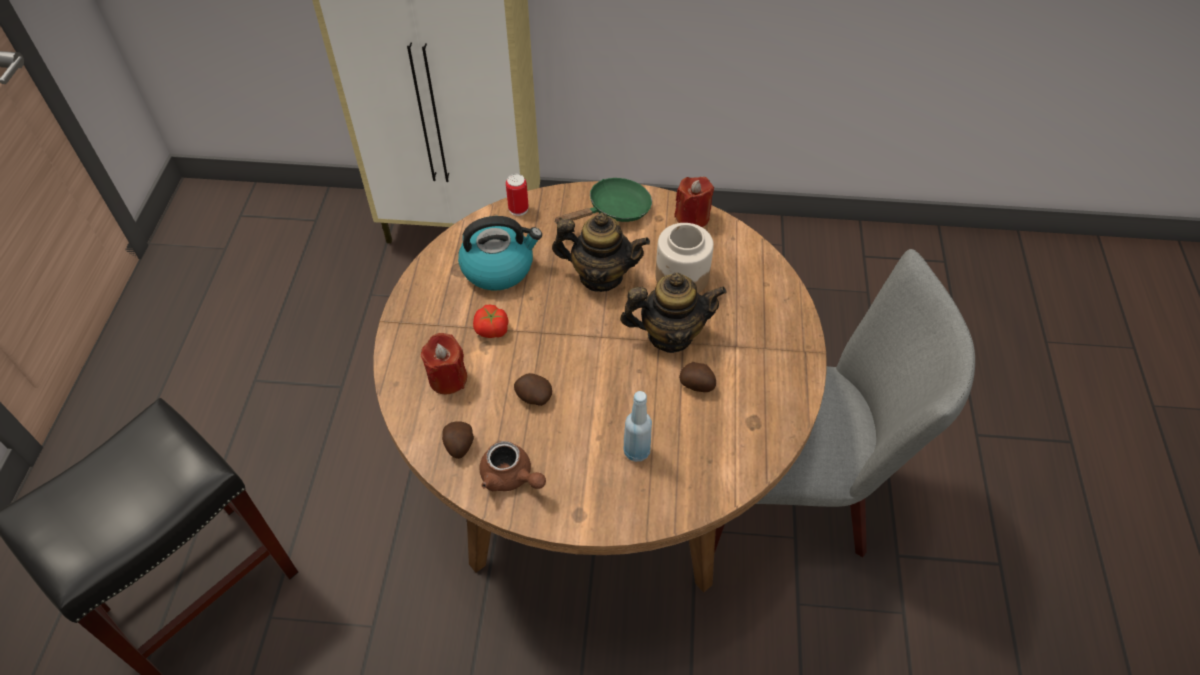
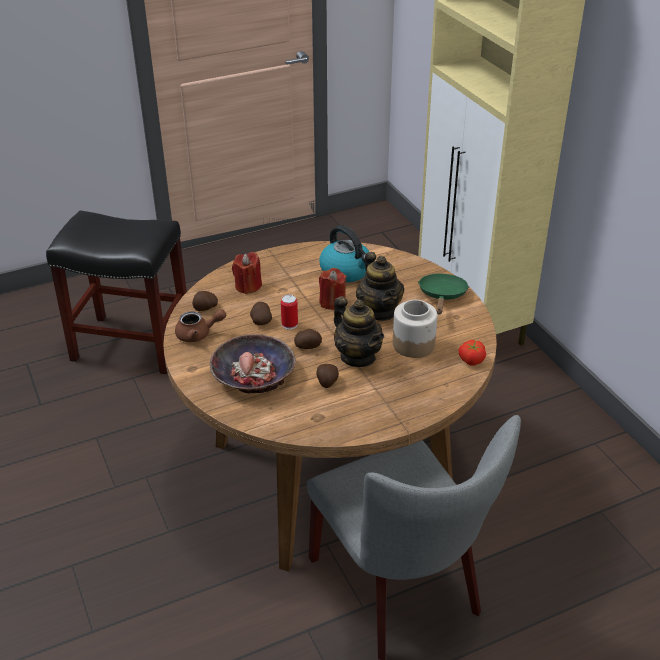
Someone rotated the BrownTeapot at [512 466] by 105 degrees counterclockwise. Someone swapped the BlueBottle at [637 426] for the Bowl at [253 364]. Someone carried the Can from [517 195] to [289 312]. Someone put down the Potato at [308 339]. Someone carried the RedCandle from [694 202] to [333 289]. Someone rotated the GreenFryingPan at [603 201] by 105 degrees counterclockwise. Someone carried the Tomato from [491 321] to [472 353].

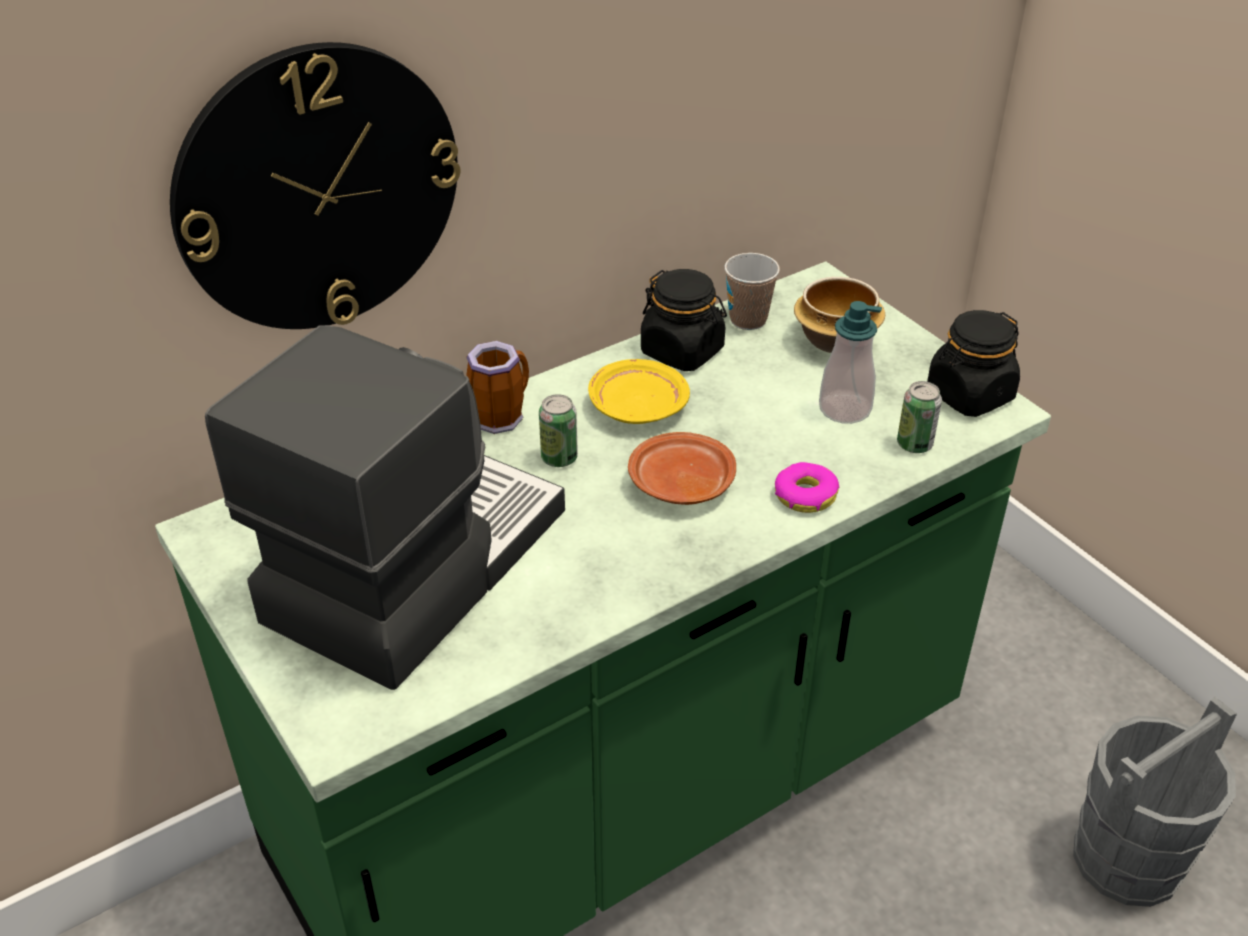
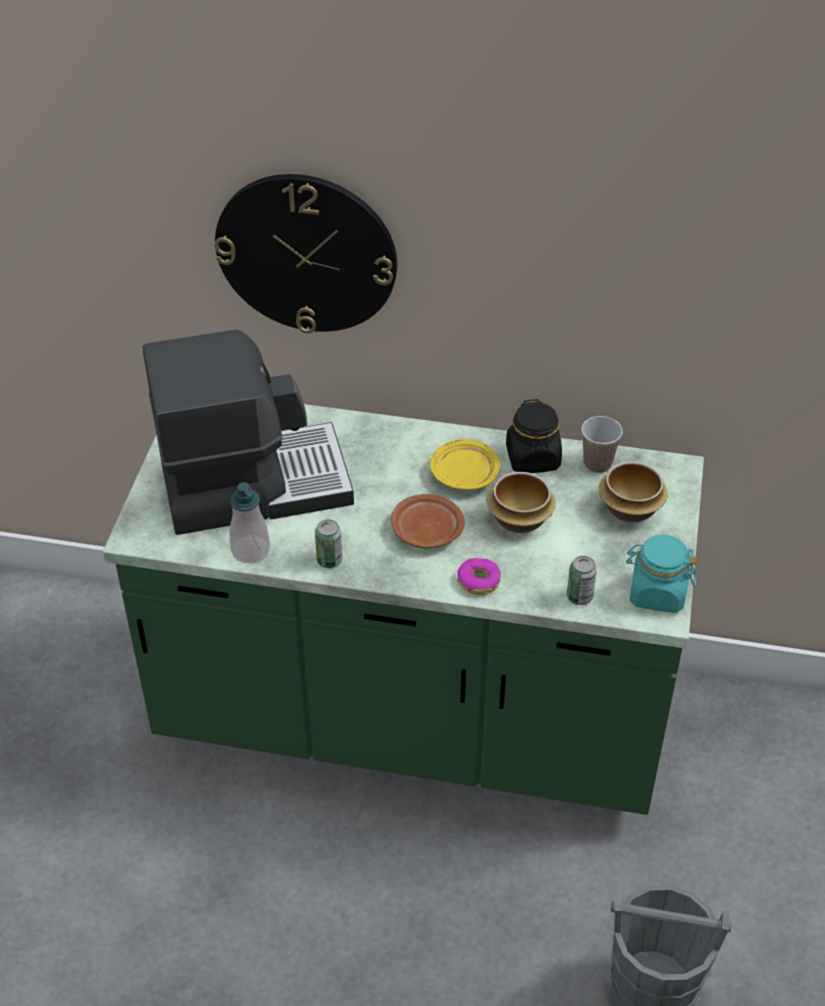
Someone carried the SoapDispenser from [850 362] to [249 522]. Someone carried the Can from [558 430] to [329 543]. Someone put down the Bowl at [521 502]. Someone repainted the BlackJar at [973 363], which became the TurquoiseJar at [661 574]. Someone took away the Mug at [497 387].

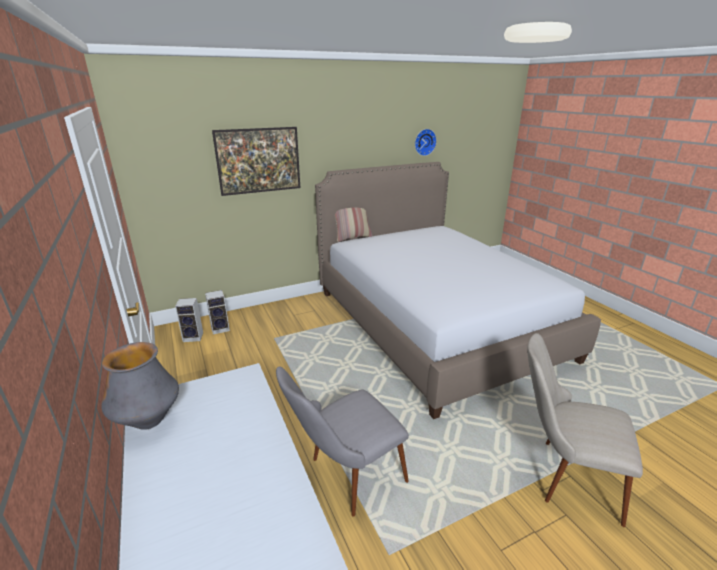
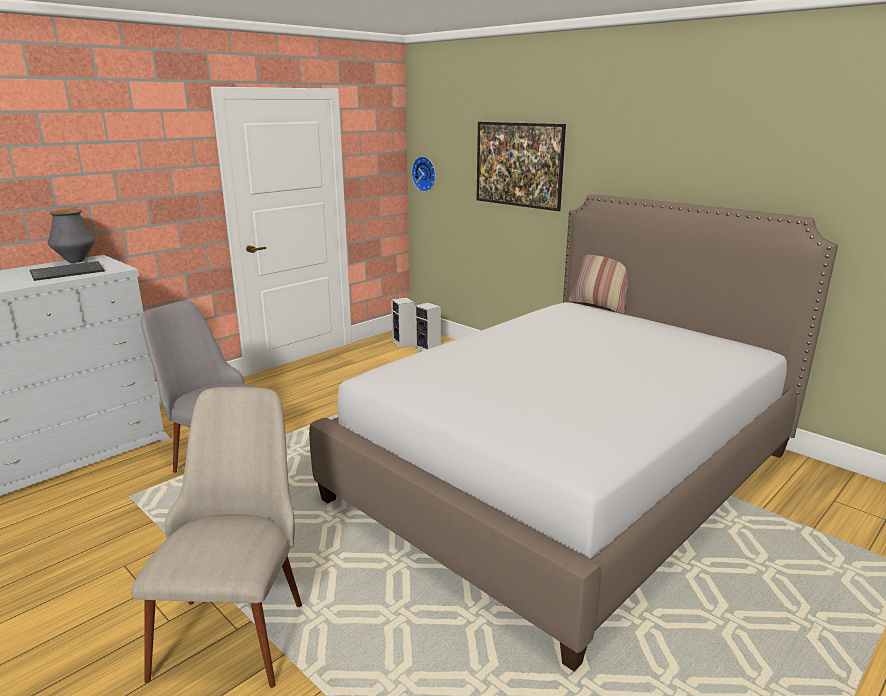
Someone put down the Keyboard at [67 271]. Someone carried the WallClock from [426 142] to [423 174].

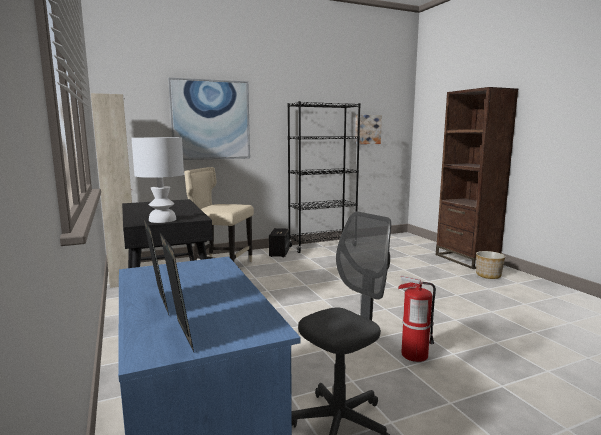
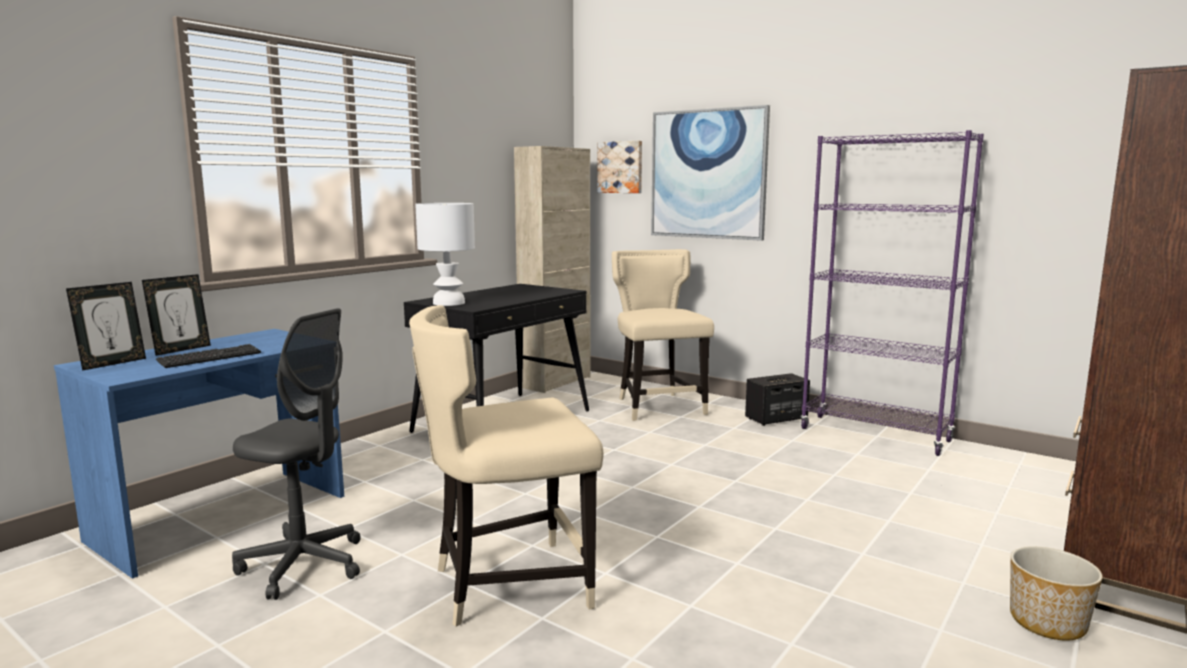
Someone put down the Keyboard at [208 356]. Someone swapped the FireExtinguisher at [417 318] for the BeigeChair at [506 466]. Someone carried the Picture from [368 129] to [619 167]. Someone repainted the BlackBookcase at [324 177], which became the PurpleBookcase at [892 293].

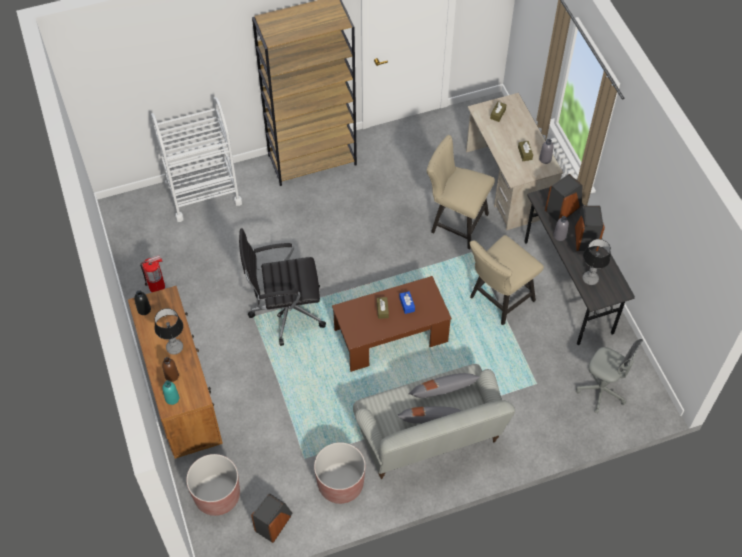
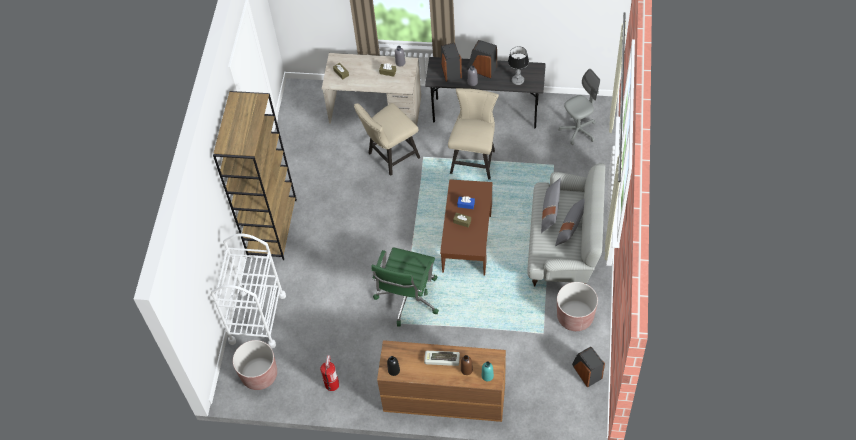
Someone carried the BrownPlanter from [213 485] to [255 365]. Someone repainted the BlackOfficeChair at [282 287], which became the GreenOfficeChair at [405 287]. Someone swapped the TableLamp at [168 331] for the Keyboard at [442 358]. Someone rotated the BeigeChair at [506 280] by 150 degrees counterclockwise.

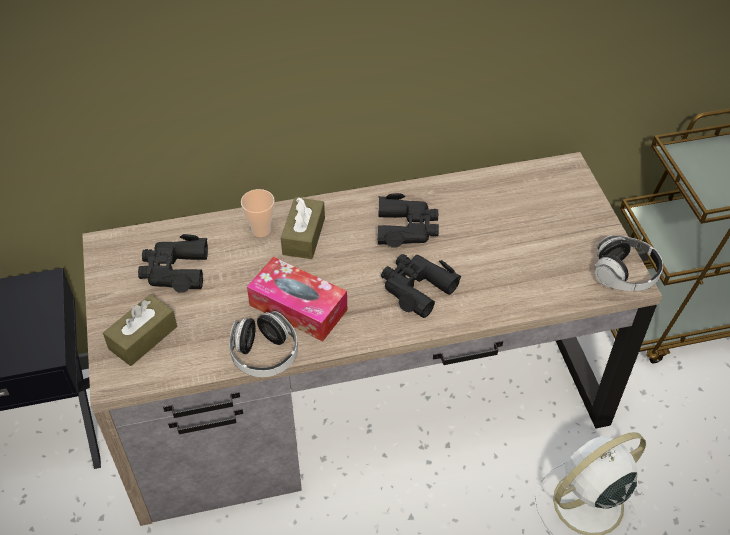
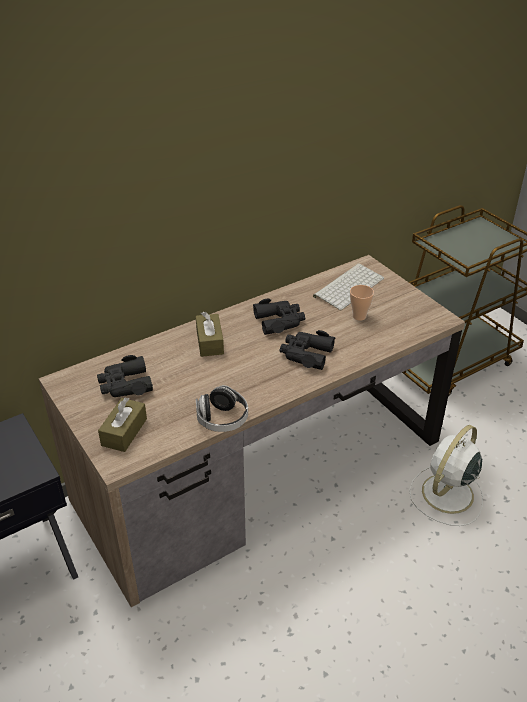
Someone put down the Keyboard at [348 286]. Someone carried the Cup from [258 213] to [362 303]. Someone took away the TissueBox at [297 299]. Someone took away the Headphones at [629 263].

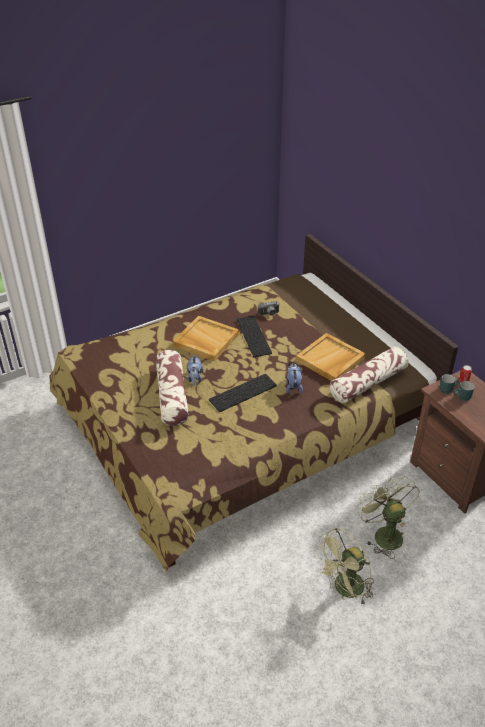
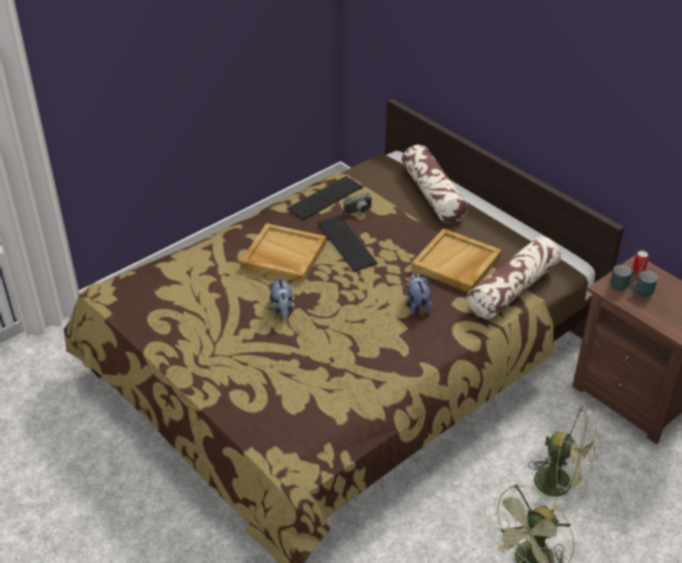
Someone carried the Keyboard from [243 393] to [324 198]. Someone carried the Pillow from [172 388] to [435 184]. Someone rotated the GreenFan at [388 517] by 150 degrees clockwise.

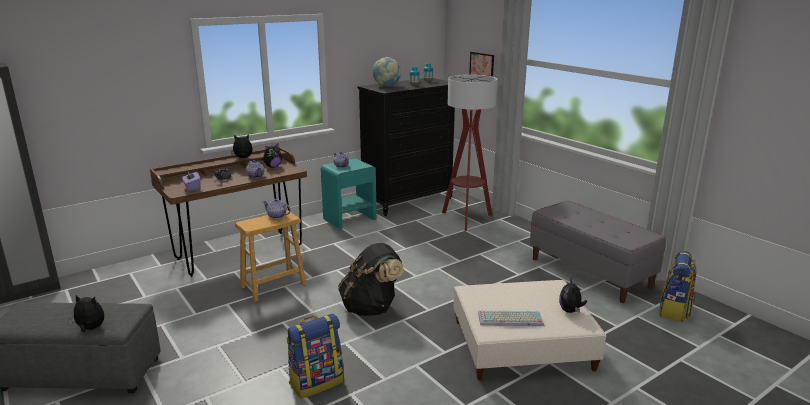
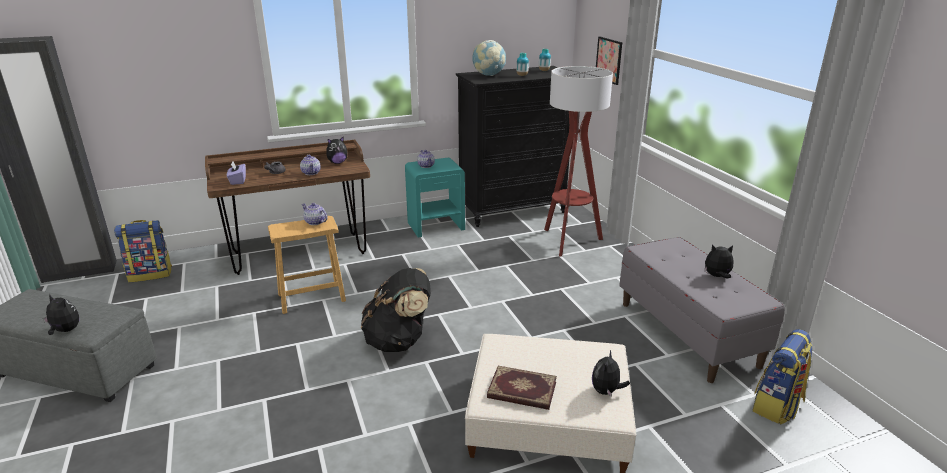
Someone carried the Backpack from [315 356] to [143 251]. Someone swapped the Keyboard at [511 318] for the Book at [522 388]. Someone carried the PlushToy from [242 146] to [719 262].

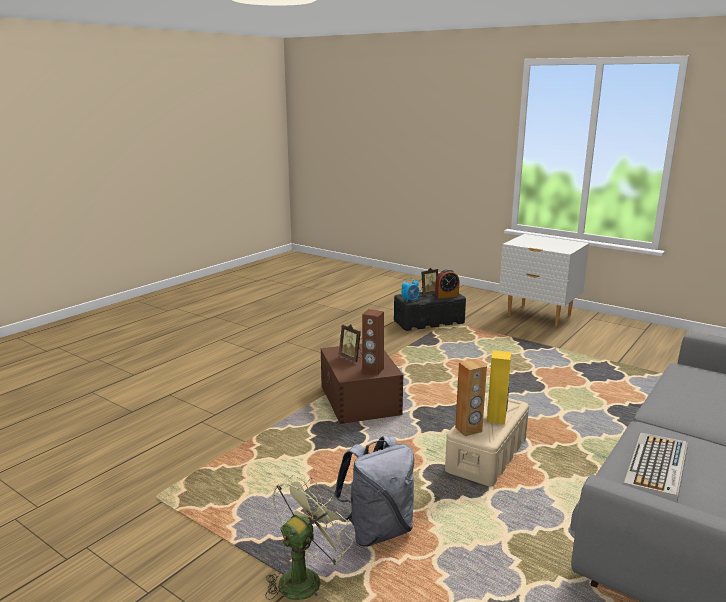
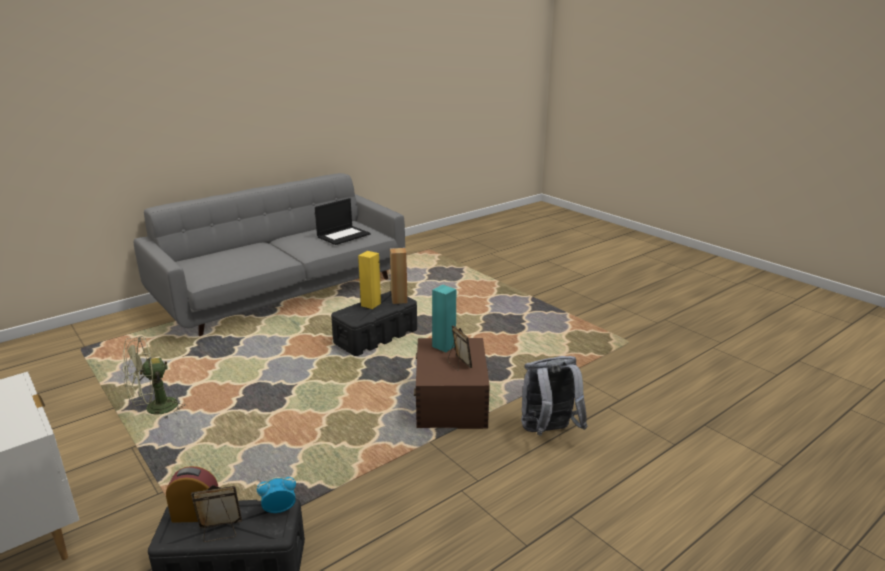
Someone carried the GreenFan from [309 537] to [154 378]. Someone swapped the Keyboard at [655 468] for the Laptop at [343 221]. Someone repainted the BeigeStorageBox at [487 439], which became the BlackStorageBox at [374 323]. Someone repainted the BrownSpeaker at [373 342], which became the TurquoiseSpeaker at [444 318]. Someone carried the GreyBackpack from [374 491] to [554 396].

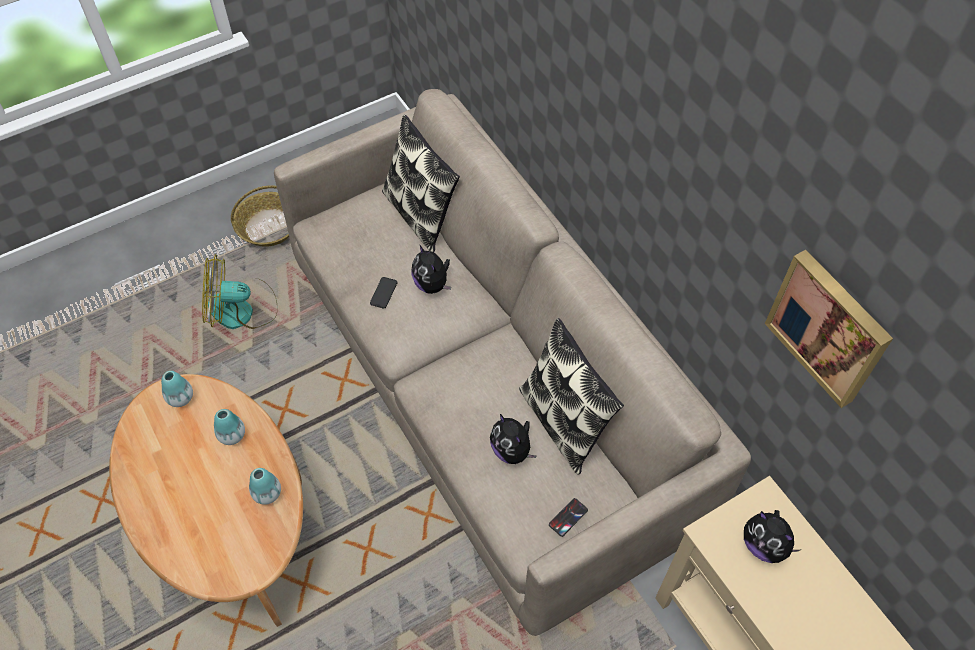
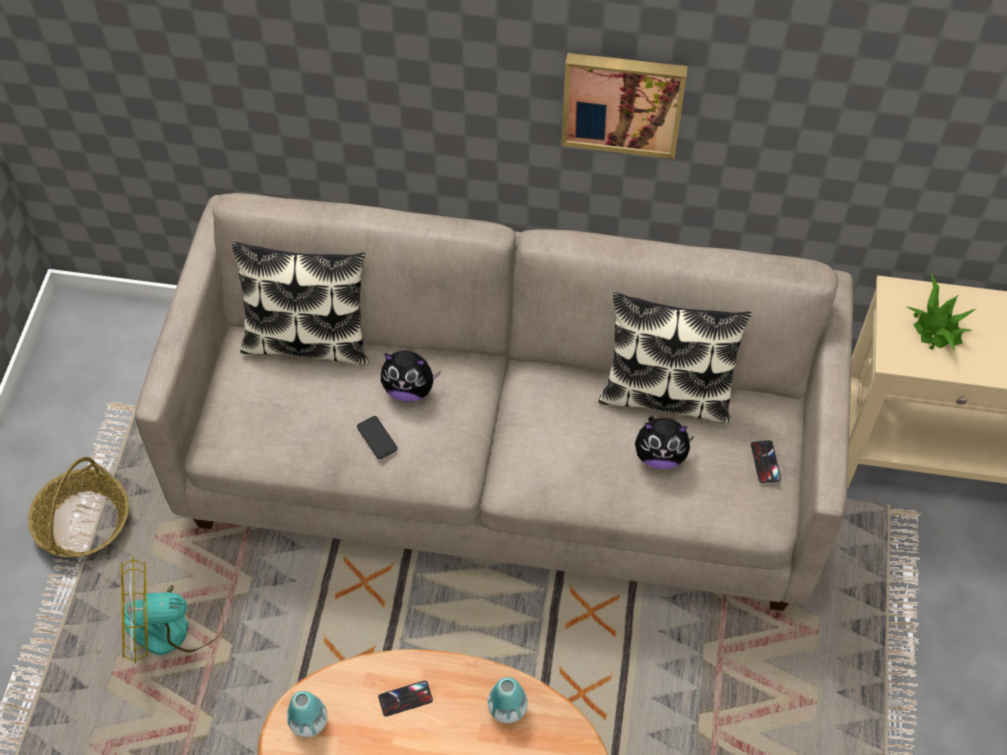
Someone rotated the Fan at [239 291] by 45 degrees clockwise. Someone swapped the Vase at [229 427] for the Phone at [405 698]. Someone carried the Picture from [829 329] to [624 106]. Someone swapped the PlushToy at [772 536] for the PottedPlant at [941 311].

